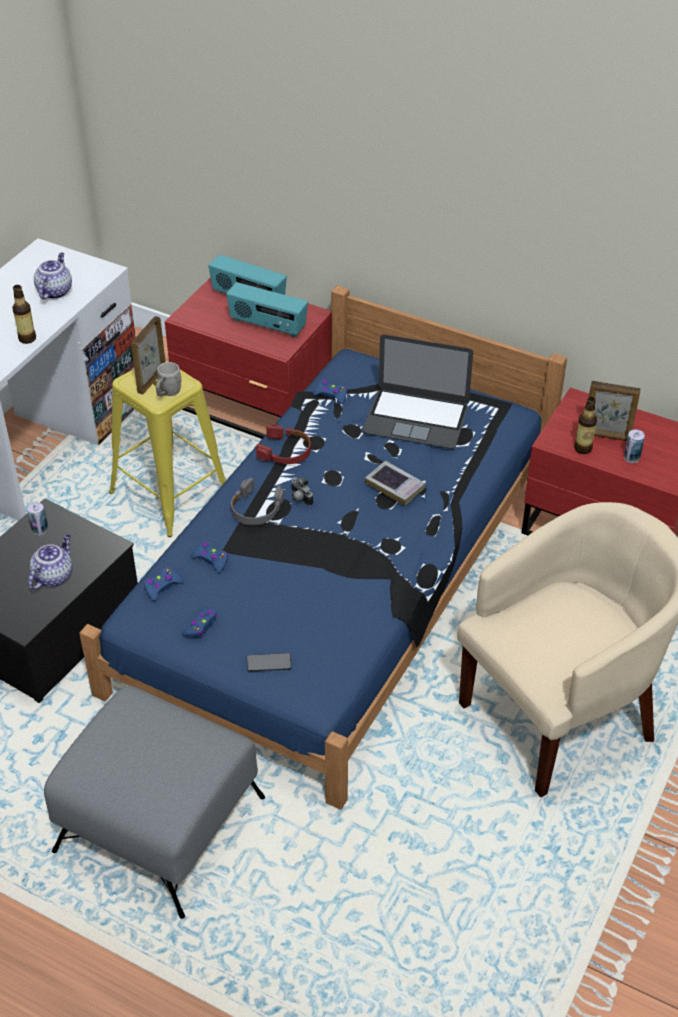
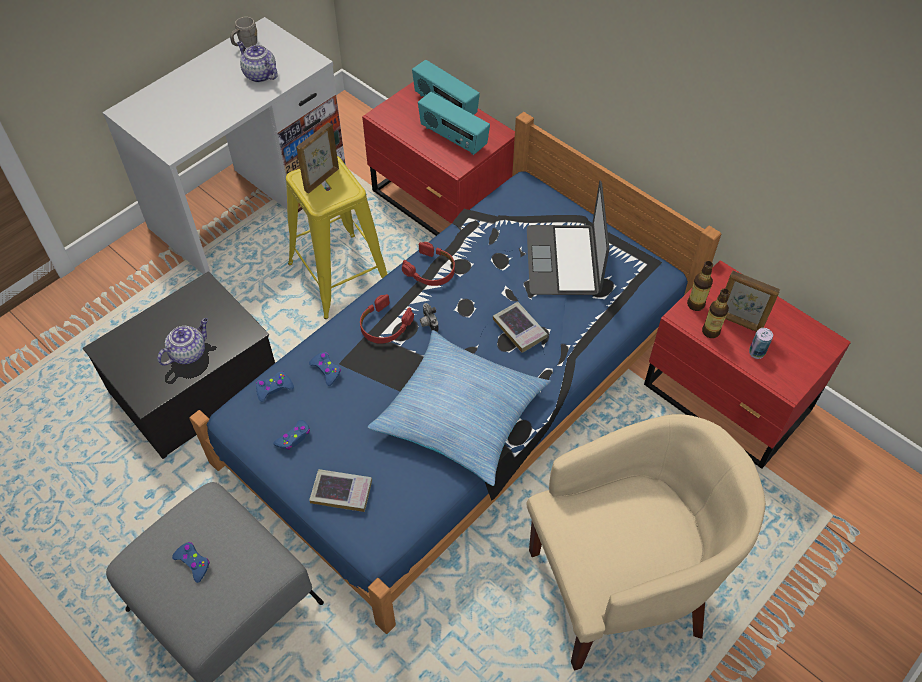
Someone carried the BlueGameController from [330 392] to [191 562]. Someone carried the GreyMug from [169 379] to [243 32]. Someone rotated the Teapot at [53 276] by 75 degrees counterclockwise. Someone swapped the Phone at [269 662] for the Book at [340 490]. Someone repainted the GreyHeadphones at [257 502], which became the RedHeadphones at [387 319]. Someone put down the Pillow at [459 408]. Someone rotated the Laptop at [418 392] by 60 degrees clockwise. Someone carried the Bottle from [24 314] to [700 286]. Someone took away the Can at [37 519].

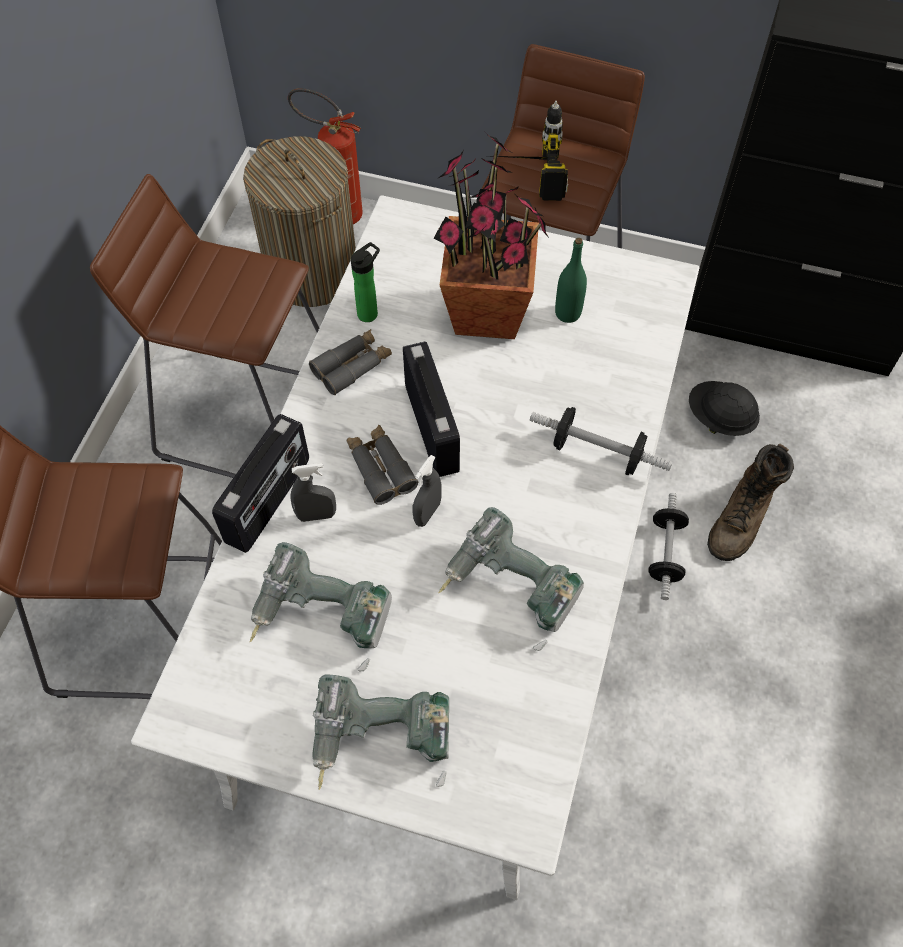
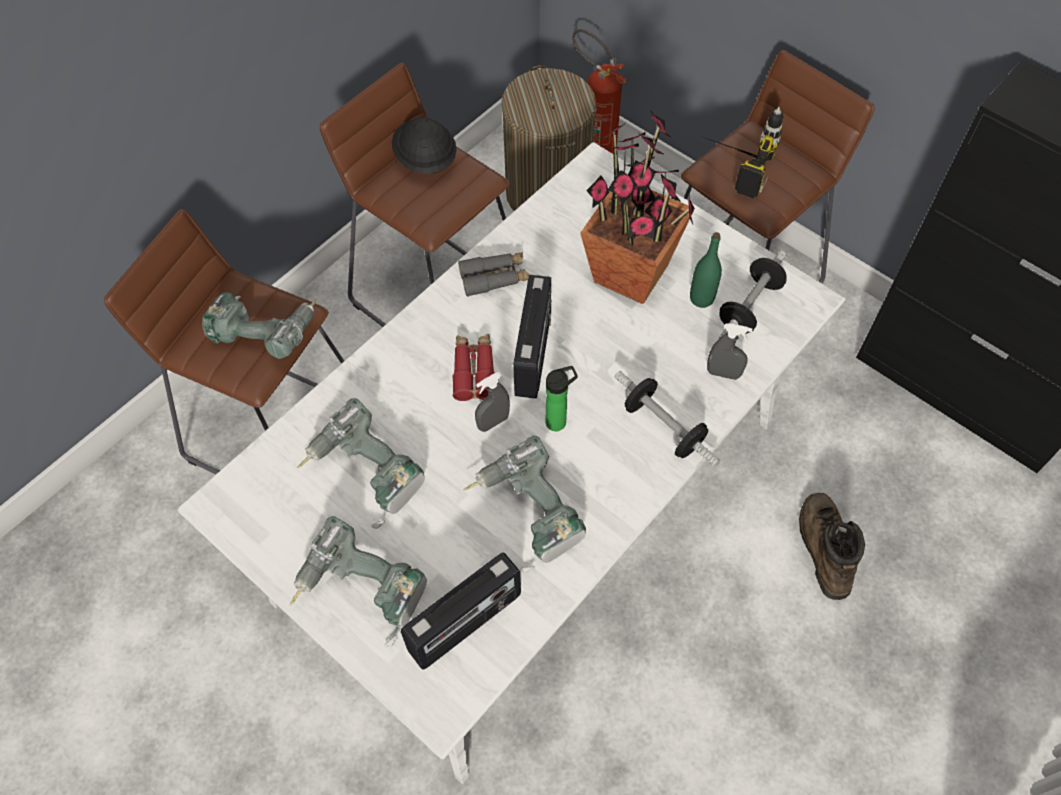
Someone put down the PowerDrill at [259 325]. Someone carried the BlackHardHat from [724 408] to [424 145]. Someone carried the Radio from [260 483] to [461 611]. Someone repainted the GreyBinoculars at [382 465], which became the RedBinoculars at [474 367]. Someone carried the Bottle from [365 282] to [562 398]. Someone carried the GreySprayBottle from [313 492] to [729 351]. Someone carried the Dumbbell from [669 546] to [752 294]. Someone rotated the BrownBoot at [750 502] by 120 degrees clockwise.

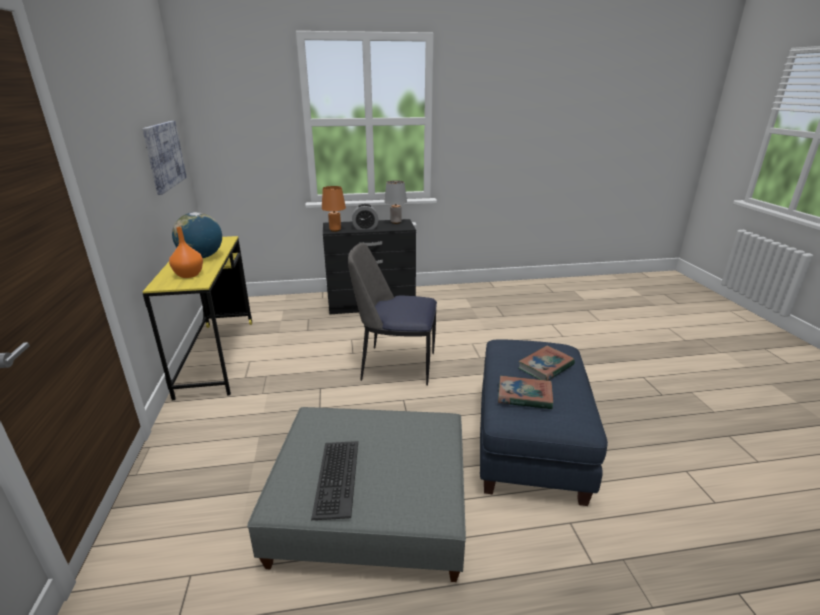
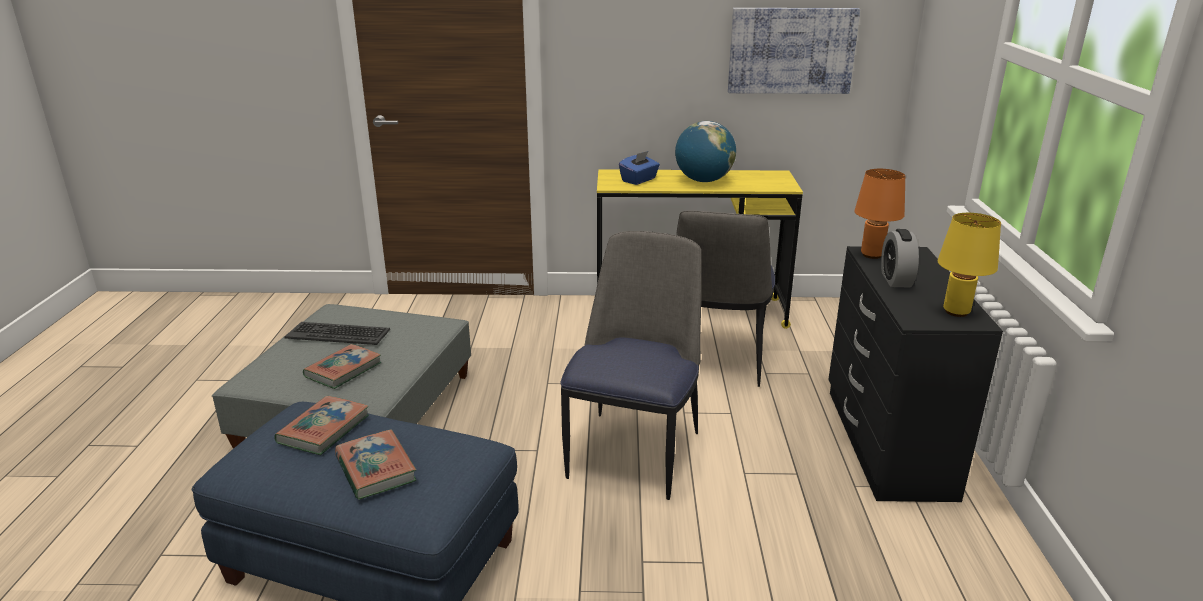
Someone put down the Book at [342 366]. Someone swapped the OrangeVase at [186 252] for the BlueTissueBox at [639 168]. Someone put down the Chair at [725 298]. Someone repainted the GreyTableLamp at [395 202], which became the YellowTableLamp at [969 265].

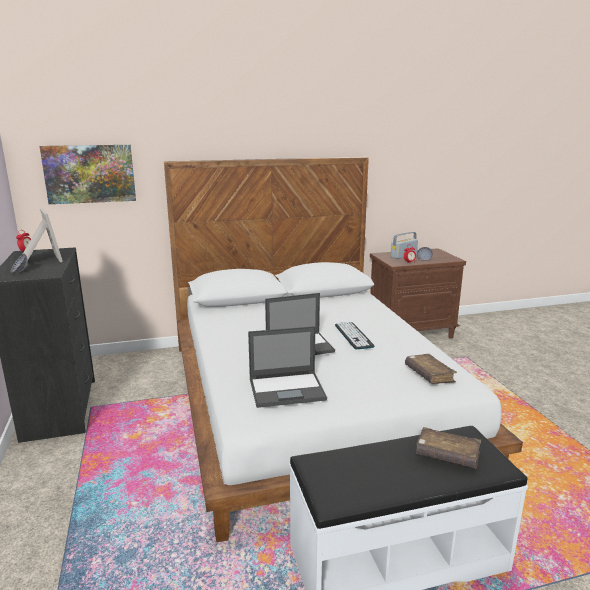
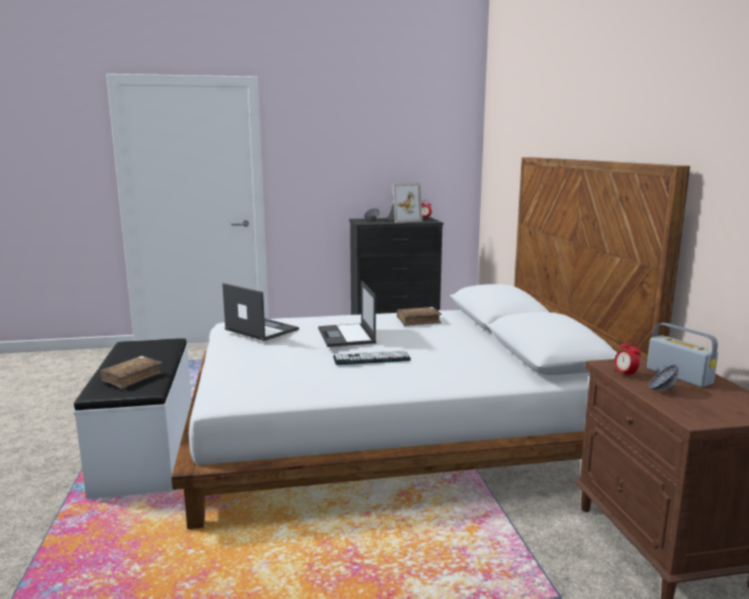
Someone rotated the Laptop at [287 367] by 135 degrees clockwise. Someone carried the BrownBook from [431 369] to [419 316]. Someone took away the Picture at [88 174].

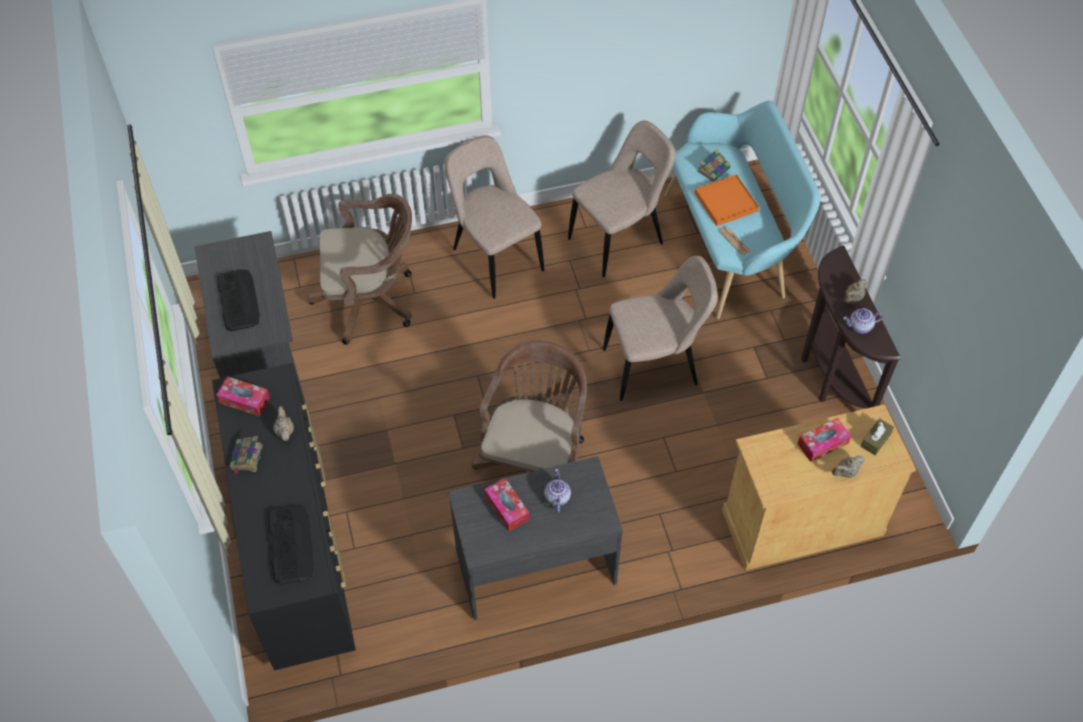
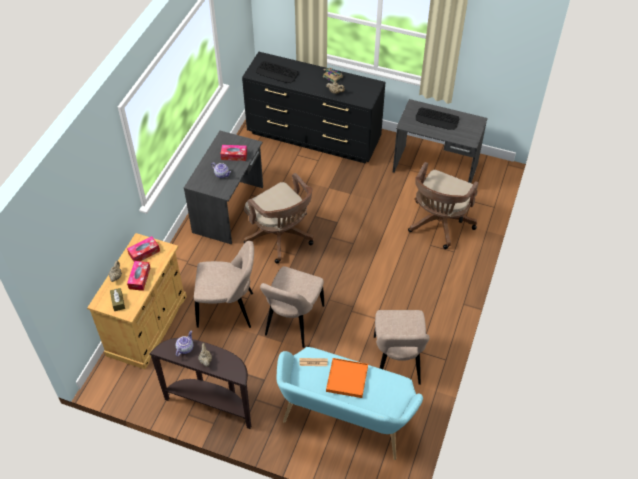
Someone carried the TissueBox from [243 396] to [143 248]. Someone carried the BeigeChair from [494 217] to [224 284]. Someone took away the Book at [713 165].

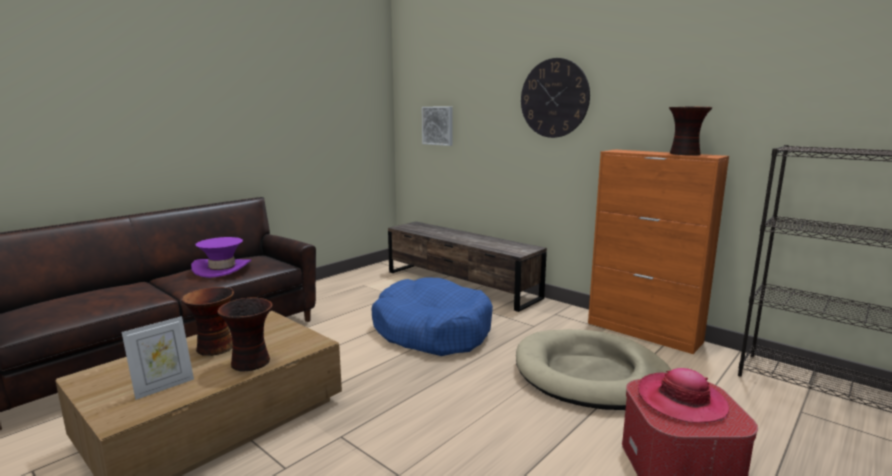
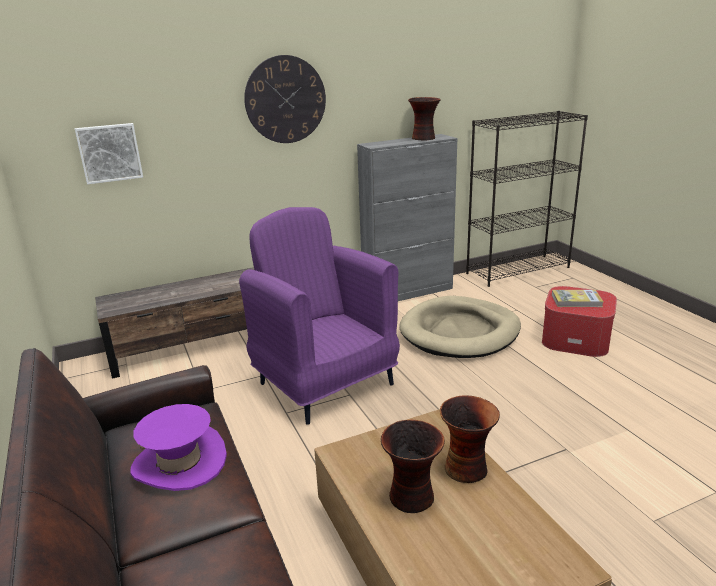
Someone swapped the BlueDogBed at [432 316] for the PurpleArmchair at [319 316]. Someone repainted the OrangeCabinet at [658 252], which became the GreyCabinet at [407 217]. Someone swapped the Hat at [683 395] for the Book at [578 298]. Someone took away the PictureFrame at [158 358].

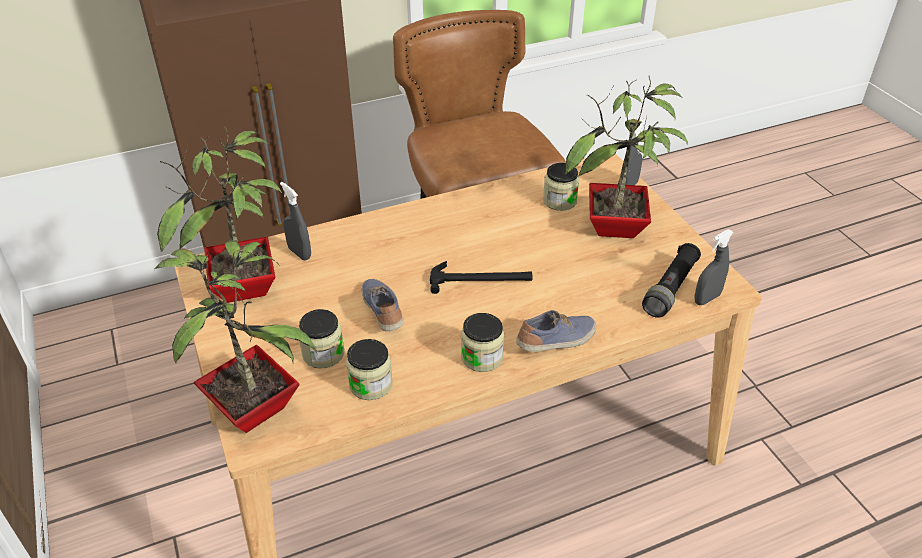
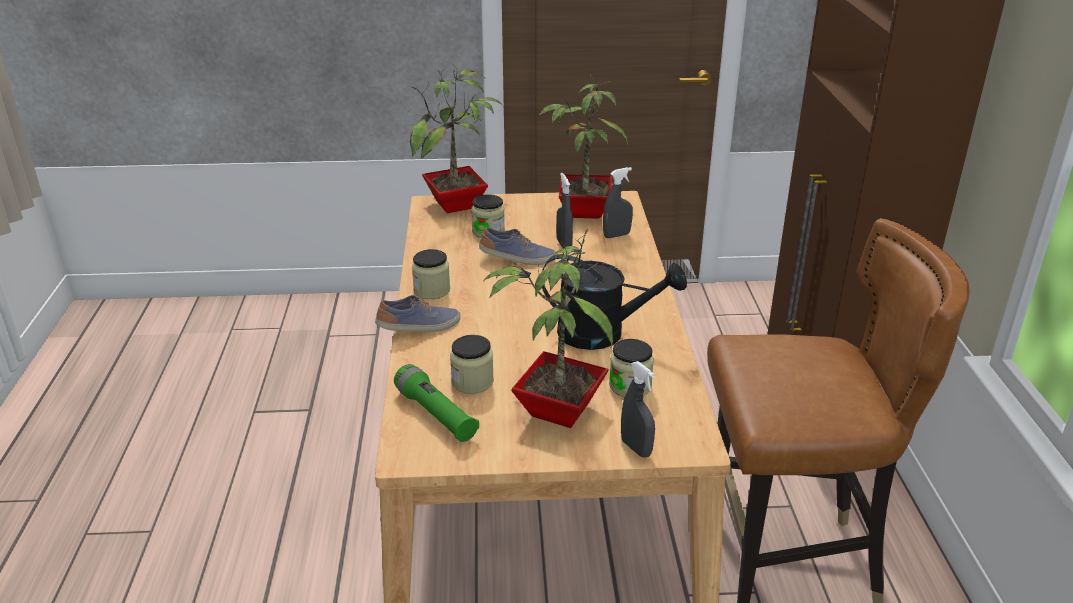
Someone rotated the Shoe at [556 331] by 105 degrees counterclockwise. Someone repainted the BlackFlashlight at [671 280], which became the GreenFlashlight at [436 403]. Someone carried the Jar from [369 369] to [472 364]. Someone put down the BlackWateringCan at [614 302]. Someone carried the GreySprayBottle from [714 267] to [564 211]. Someone took away the Hammer at [481 277].

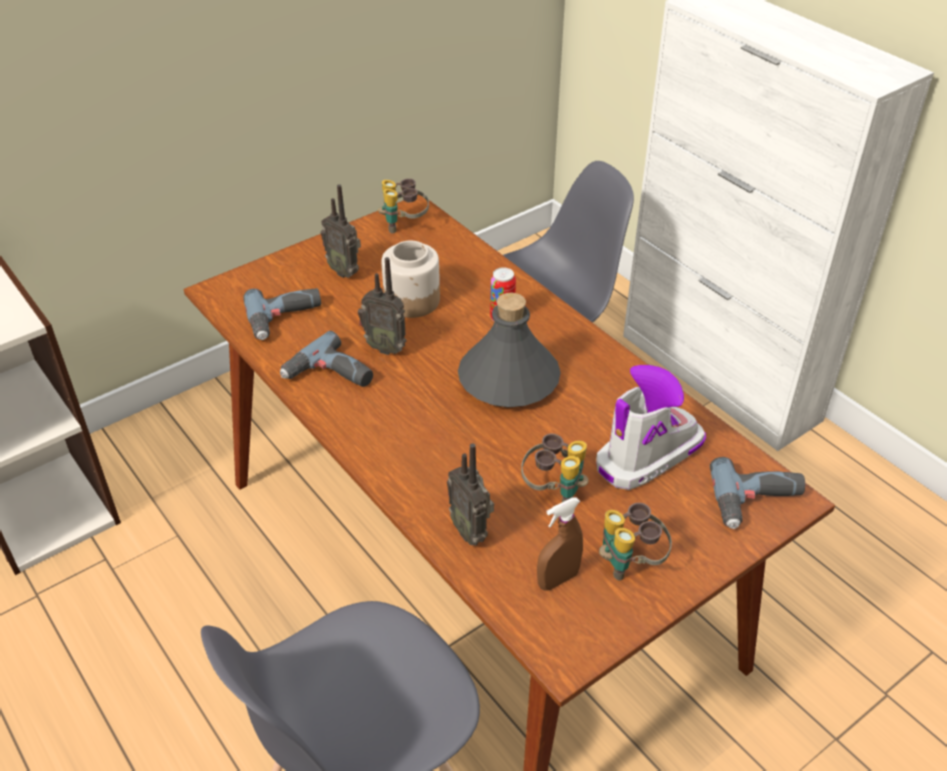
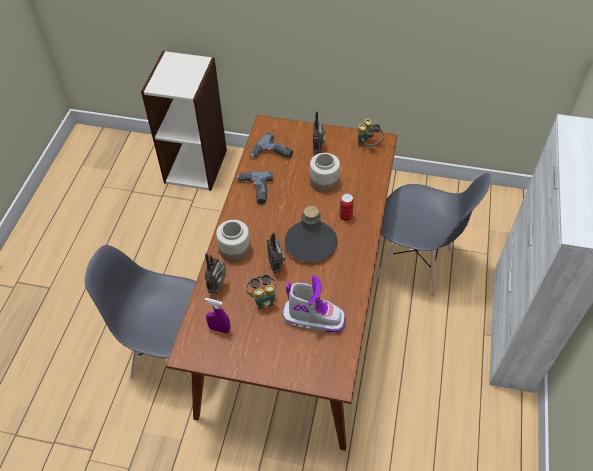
Someone repainted the BrownSprayBottle at [560 544], which became the PurpleSprayBottle at [217 316]. Someone put down the Jar at [233 241]. Someone carried the Radio from [382 306] to [276 253]. Someone took away the Binoculars at [635 541]. Someone took away the PowerDrill at [757 493].

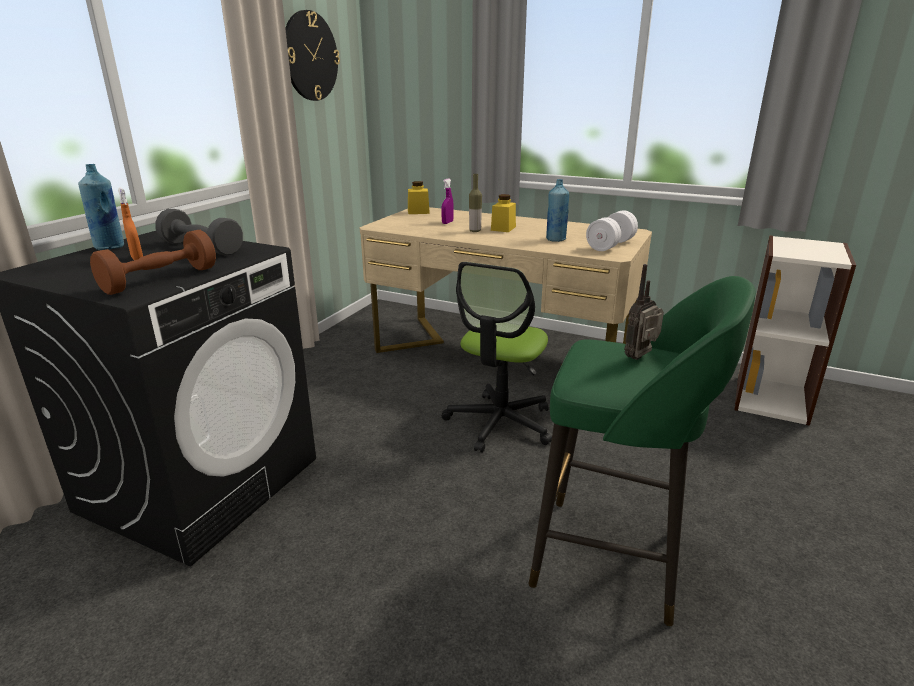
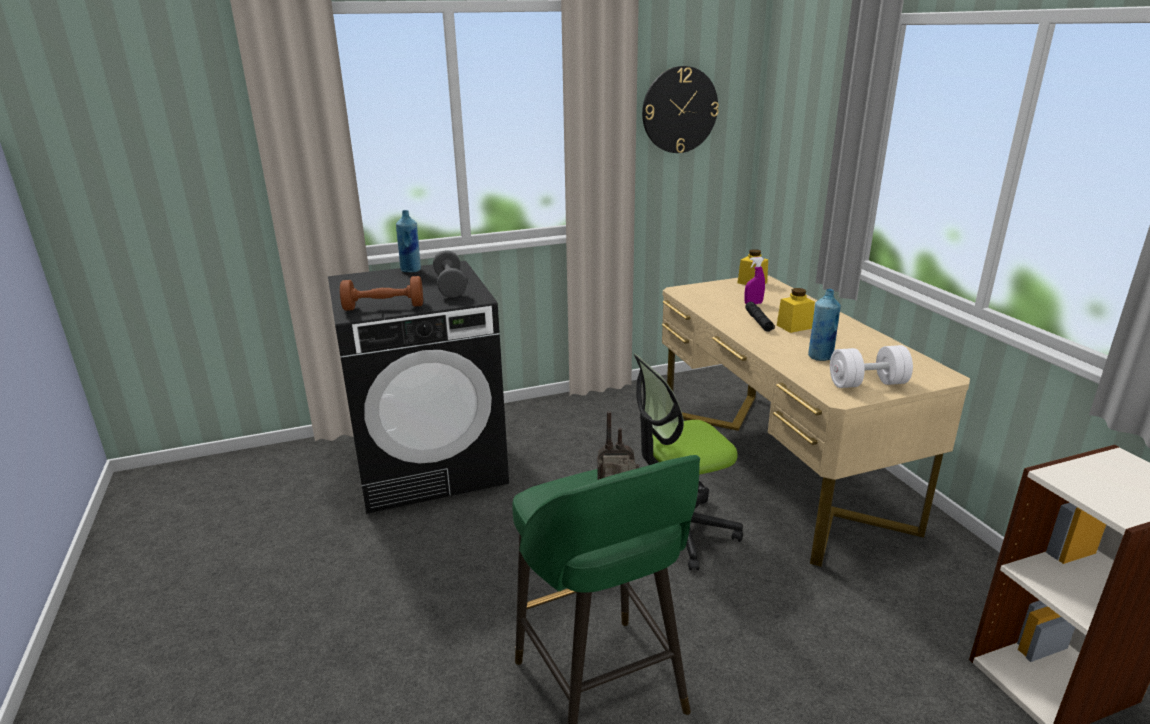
Someone swapped the Bottle at [475 203] for the BlackFlashlight at [760 317]. Someone took away the OrangeSprayBottle at [130 223].

